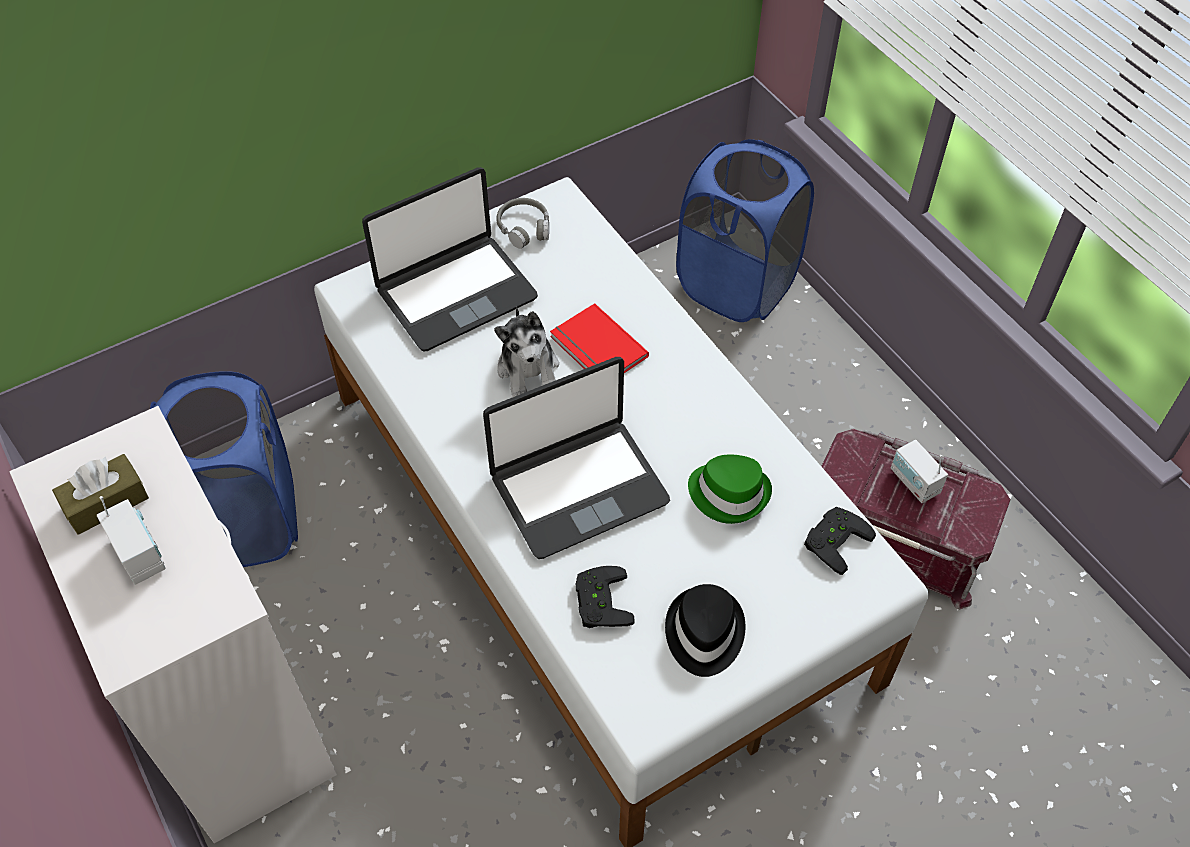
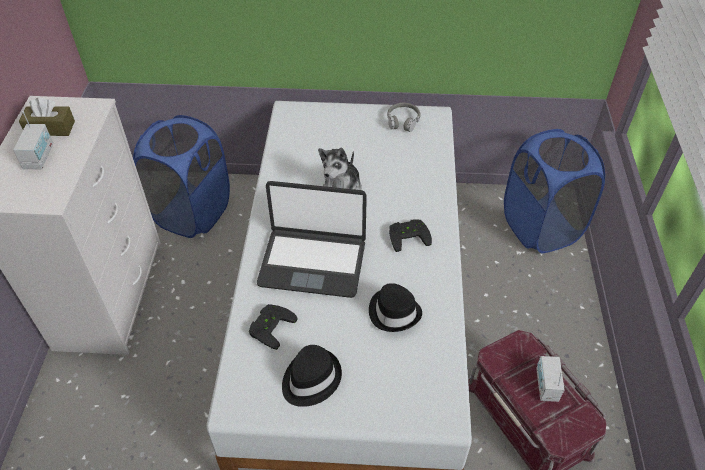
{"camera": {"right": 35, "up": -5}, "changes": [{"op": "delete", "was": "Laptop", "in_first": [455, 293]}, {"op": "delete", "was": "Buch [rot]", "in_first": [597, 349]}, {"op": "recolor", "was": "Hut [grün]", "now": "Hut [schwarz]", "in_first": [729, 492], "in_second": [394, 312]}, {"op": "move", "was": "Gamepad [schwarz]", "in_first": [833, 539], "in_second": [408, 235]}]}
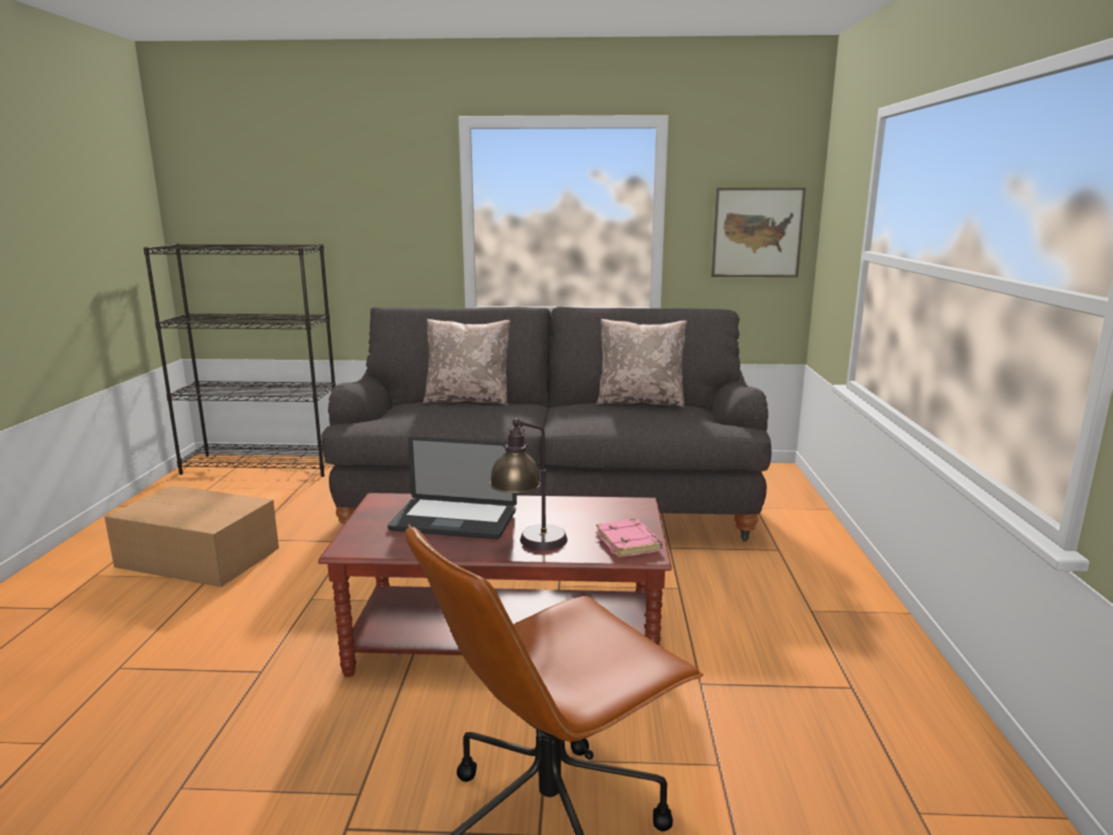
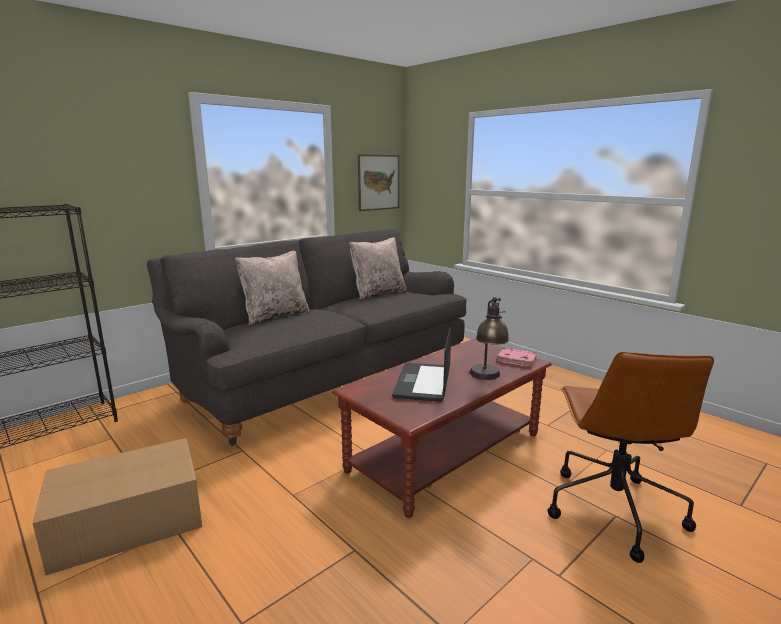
{"camera": {"right": -45, "up": 0}, "changes": [{"op": "rotate", "was": "Laptop", "in_first": [454, 521], "in_second": [423, 383], "clockwise": 135}]}
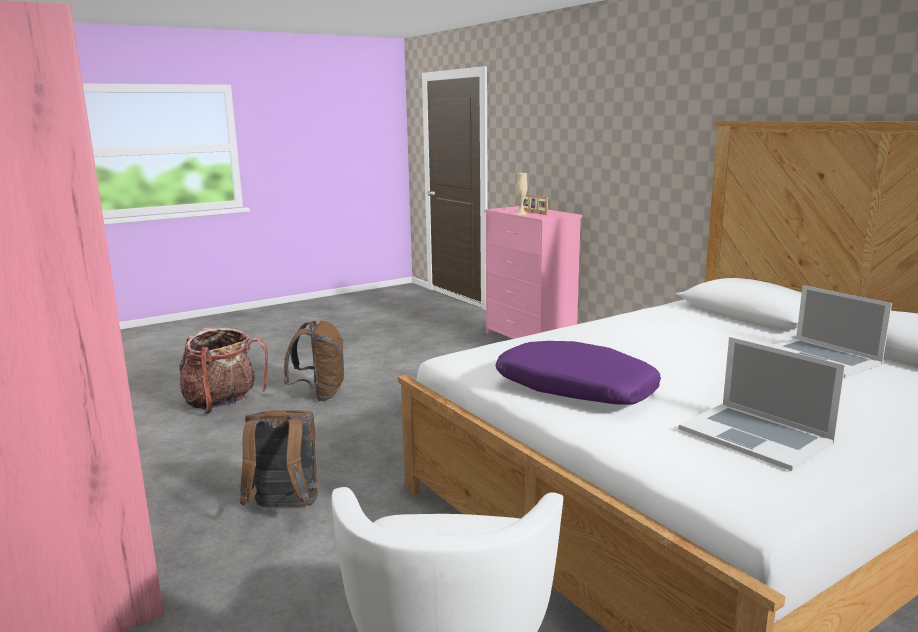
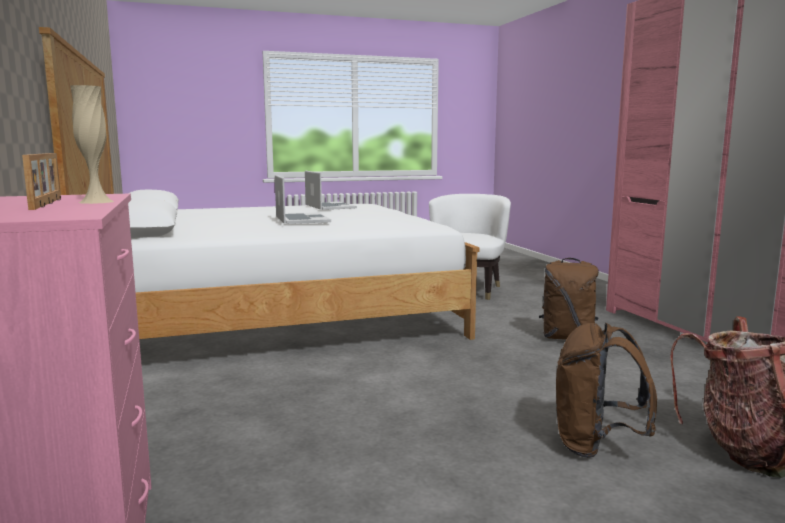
{"camera": {"right": -165, "up": -5}, "changes": [{"op": "delete", "was": "Kissen [lila]", "in_first": [574, 390]}, {"op": "move", "was": "Laptop", "in_first": [819, 358], "in_second": [301, 219]}]}
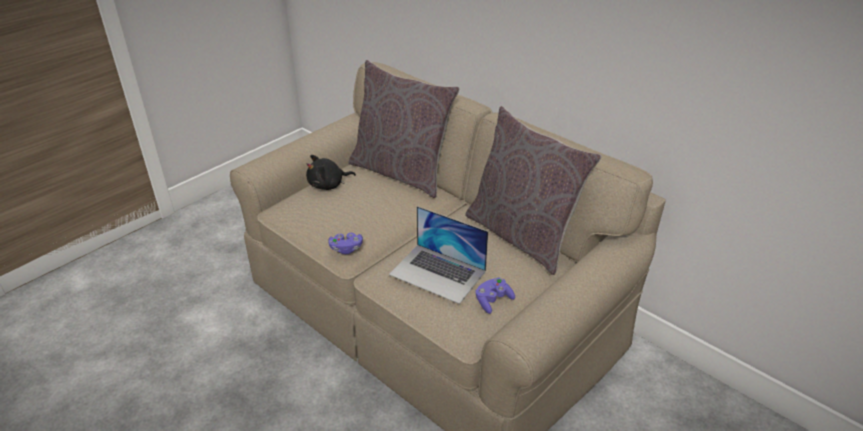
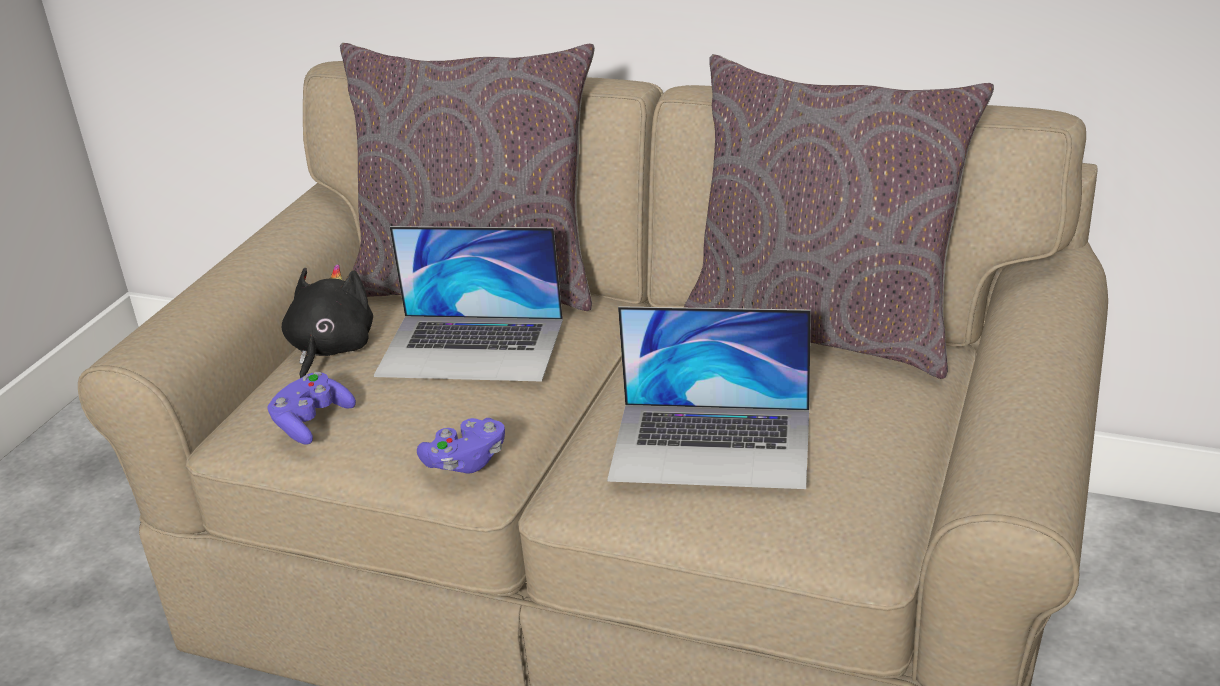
{"camera": {"right": -20, "up": -5}, "changes": [{"op": "rotate", "was": "Plüschtier [schwarz]", "in_first": [328, 185], "in_second": [330, 350], "clockwise": 150}, {"op": "move", "was": "Gamepad [lila]", "in_first": [493, 301], "in_second": [312, 422]}, {"op": "insert", "now": "Laptop", "in_second": [471, 347]}]}
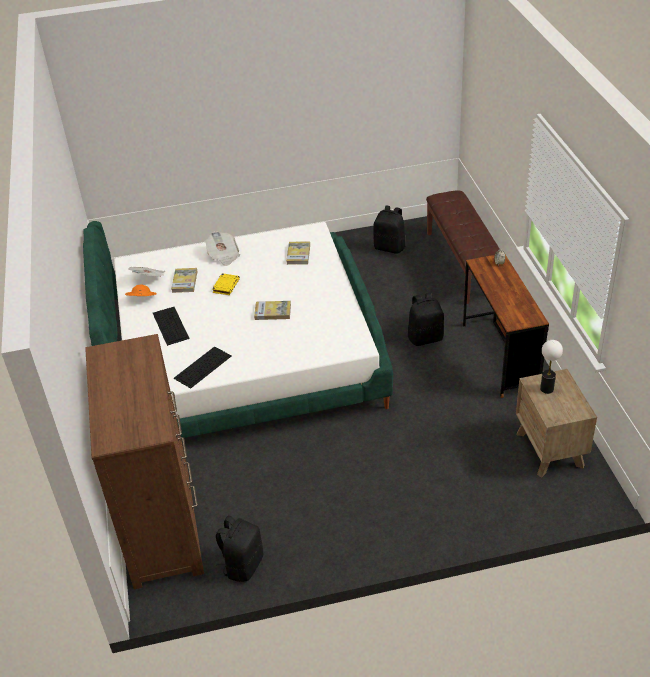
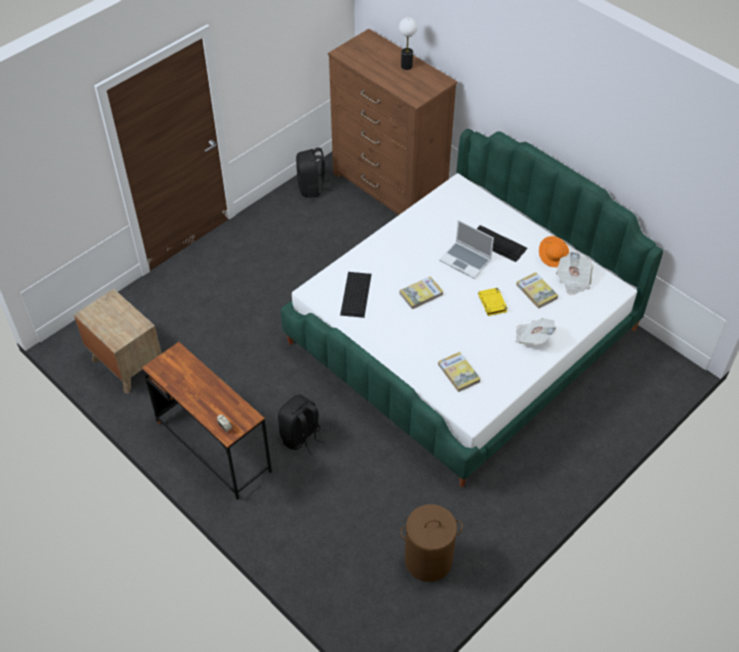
{"camera": {"right": 145, "up": 10}, "changes": [{"op": "move", "was": "Tastatur", "in_first": [202, 367], "in_second": [355, 294]}, {"op": "replace", "was": "Rucksack [schwarz]", "now": "Wäschekorb [braun]", "in_first": [390, 247], "in_second": [428, 560]}, {"op": "delete", "was": "Bank [braun]", "in_first": [463, 264]}, {"op": "move", "was": "Tischlampe", "in_first": [546, 389], "in_second": [406, 66]}, {"op": "insert", "now": "Laptop", "in_second": [466, 261]}]}
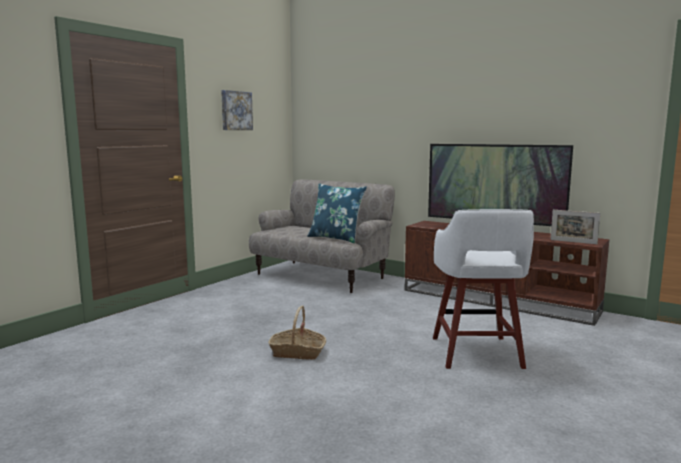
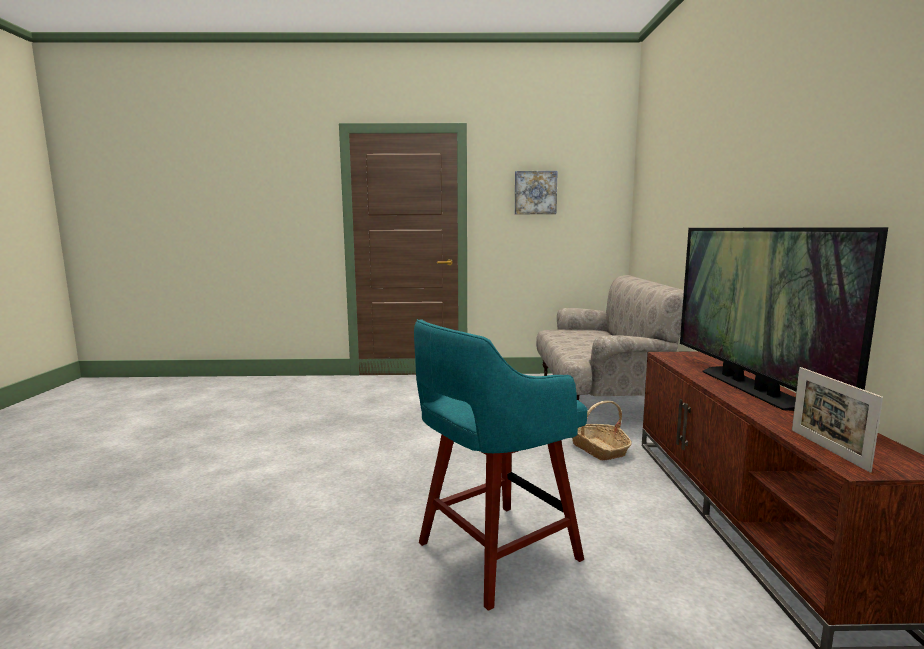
{"camera": {"right": 55, "up": 0}, "changes": [{"op": "move", "was": "Korb", "in_first": [297, 352], "in_second": [599, 449]}, {"op": "delete", "was": "Kissen [blau]", "in_first": [336, 238]}, {"op": "recolor", "was": "Hocker [weiß]", "now": "Hocker [türkis]", "in_first": [476, 354], "in_second": [494, 553]}]}
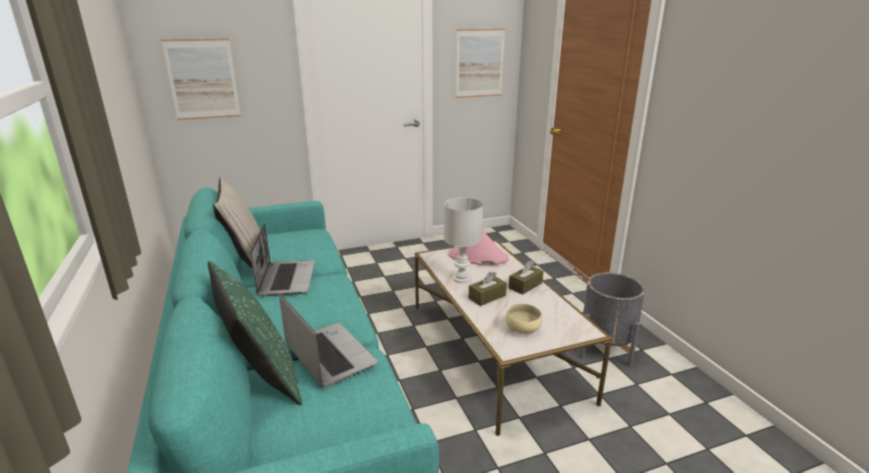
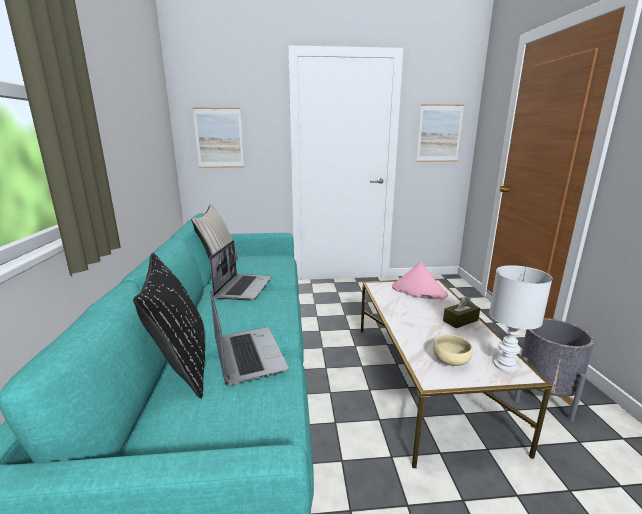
{"camera": {"right": 15, "up": -5}, "changes": [{"op": "recolor", "was": "Kissen [grün]", "now": "Kissen [schwarz]", "in_first": [261, 377], "in_second": [181, 365]}, {"op": "move", "was": "Tischlampe [weiß]", "in_first": [462, 278], "in_second": [506, 365]}, {"op": "delete", "was": "Taschentuchbox [braun]", "in_first": [487, 297]}]}
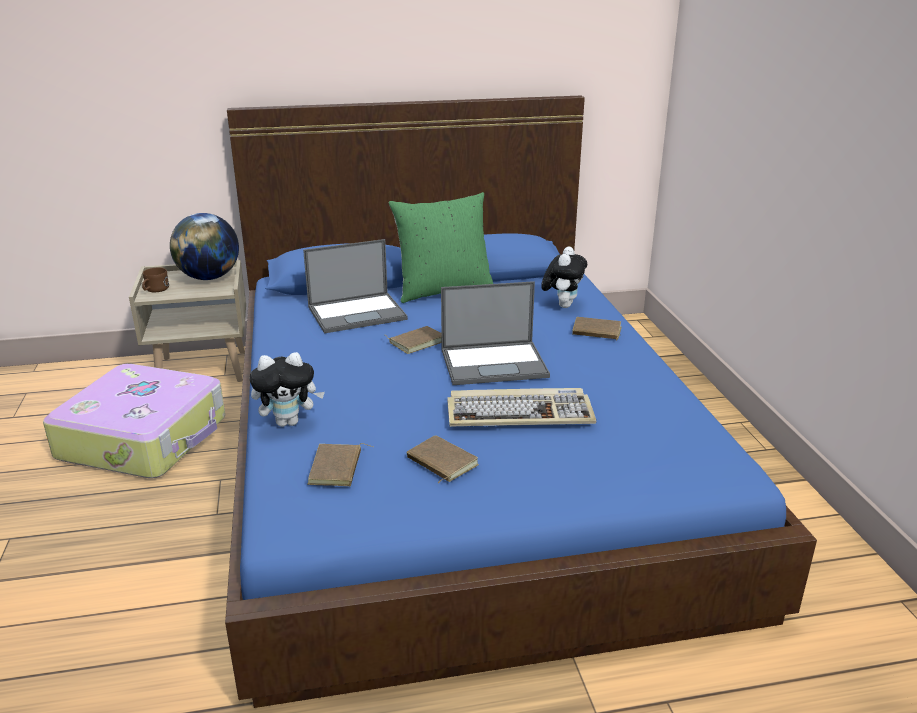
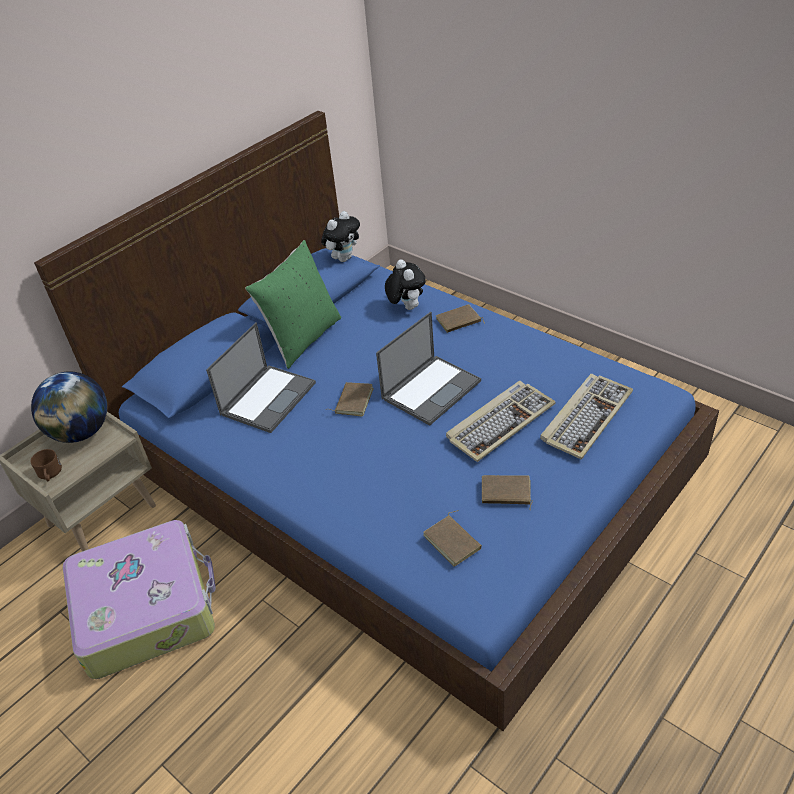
{"camera": {"right": -35, "up": 15}, "changes": [{"op": "move", "was": "Plüschtier", "in_first": [289, 422], "in_second": [344, 258]}, {"op": "insert", "now": "Tastatur", "in_second": [586, 417]}]}
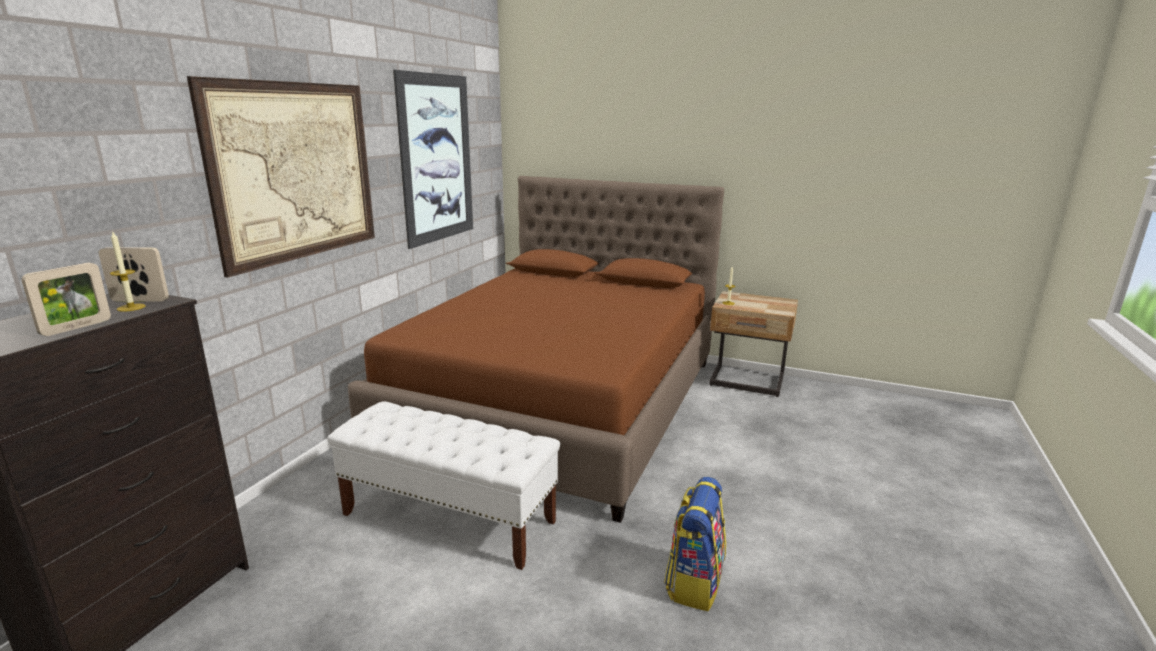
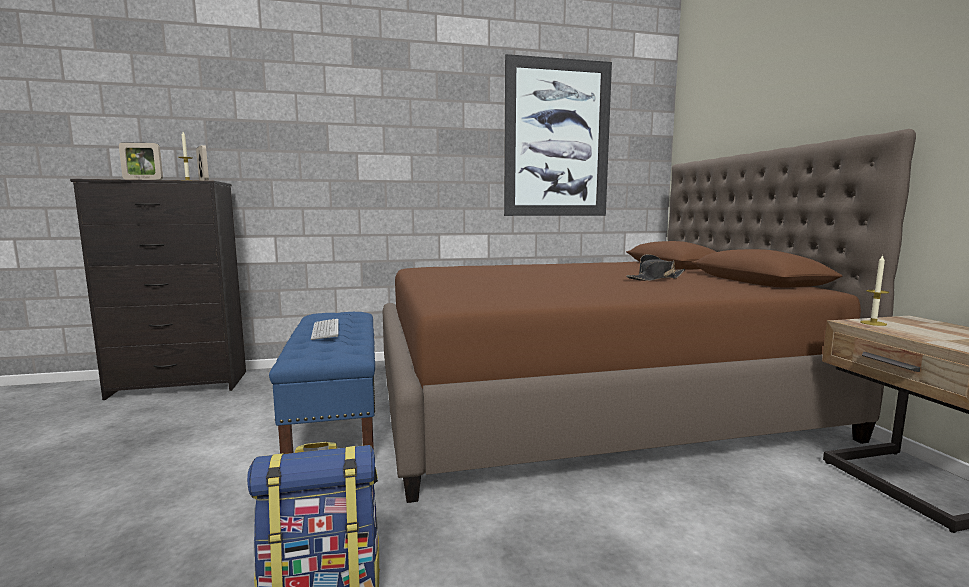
{"camera": {"right": 55, "up": -10}, "changes": [{"op": "delete", "was": "Bild", "in_first": [296, 172]}, {"op": "recolor", "was": "Bank [weiß]", "now": "Bank [blau]", "in_first": [449, 518], "in_second": [336, 422]}, {"op": "insert", "now": "Tastatur", "in_second": [325, 330]}, {"op": "insert", "now": "Hut [schwarz]", "in_second": [655, 278]}]}
